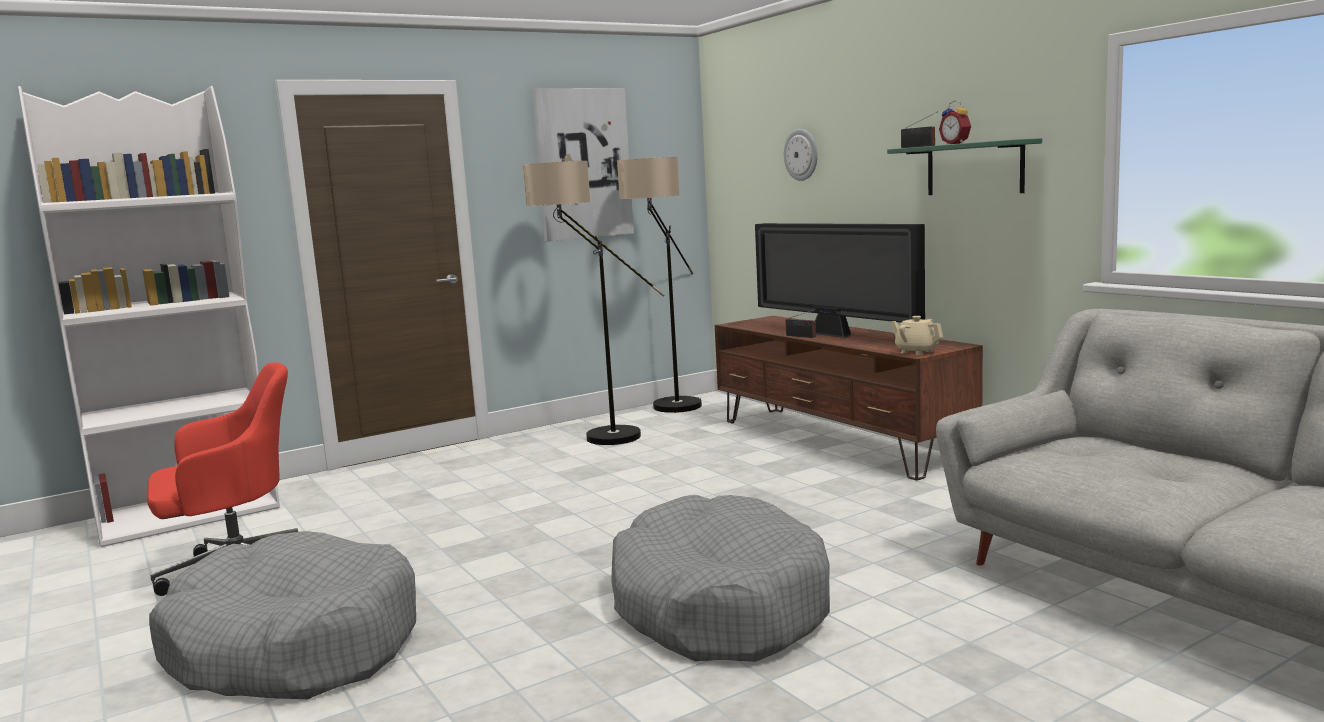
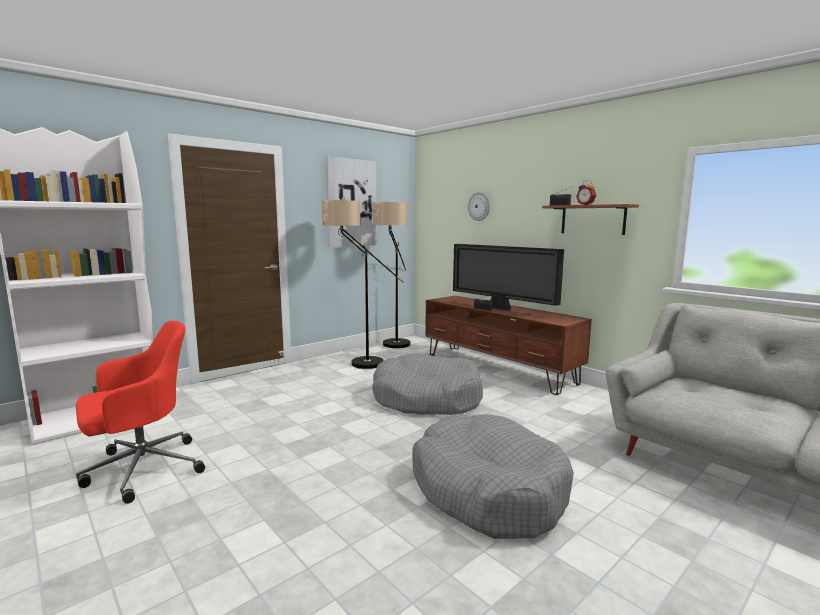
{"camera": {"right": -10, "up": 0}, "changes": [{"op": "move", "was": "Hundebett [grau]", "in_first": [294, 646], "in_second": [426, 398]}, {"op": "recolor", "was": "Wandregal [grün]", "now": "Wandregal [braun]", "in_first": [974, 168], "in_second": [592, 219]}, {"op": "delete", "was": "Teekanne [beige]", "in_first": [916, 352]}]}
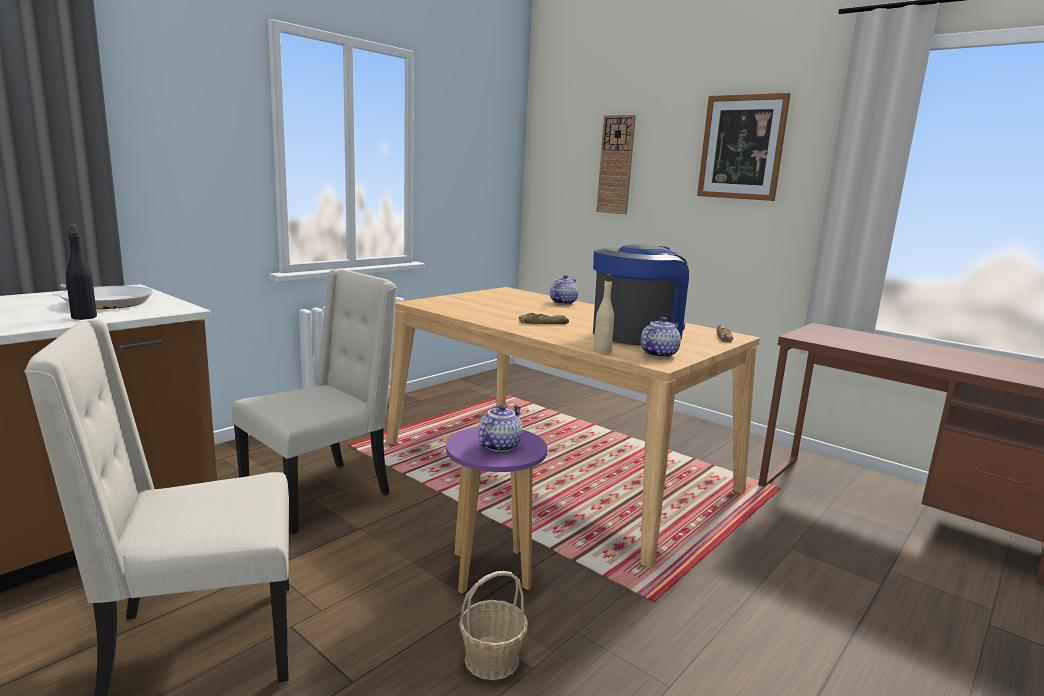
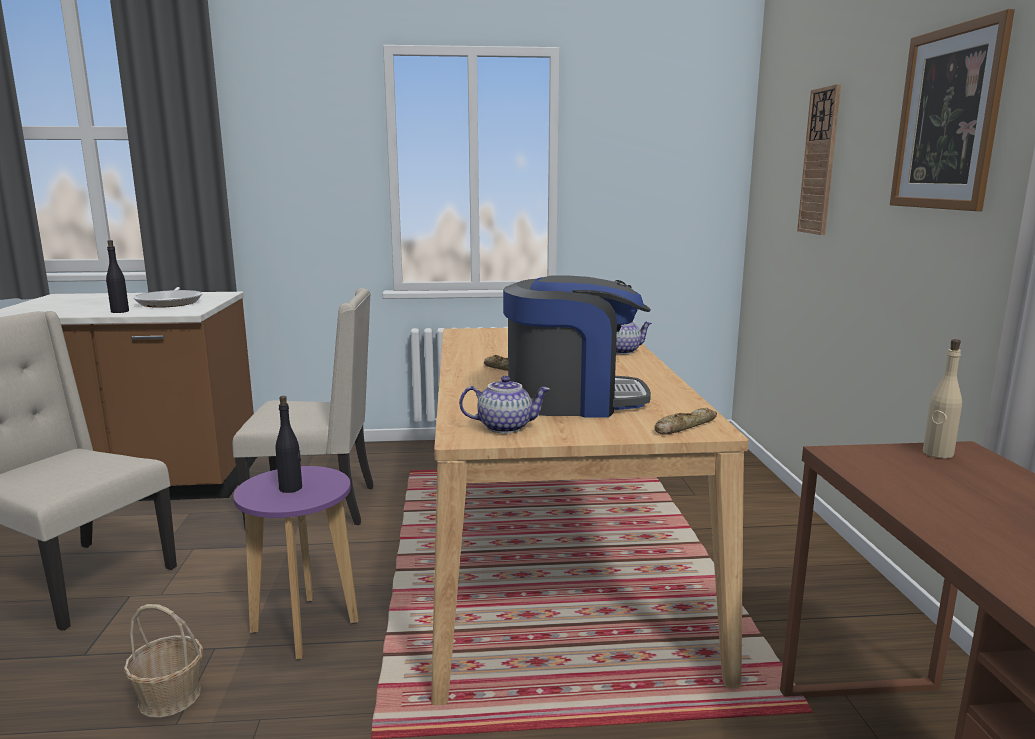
{"camera": {"right": 45, "up": 0}, "changes": [{"op": "replace", "was": "Teekanne", "now": "Flasche [schwarz]", "in_first": [498, 445], "in_second": [291, 488]}, {"op": "move", "was": "Flasche [beige]", "in_first": [602, 351], "in_second": [937, 454]}]}
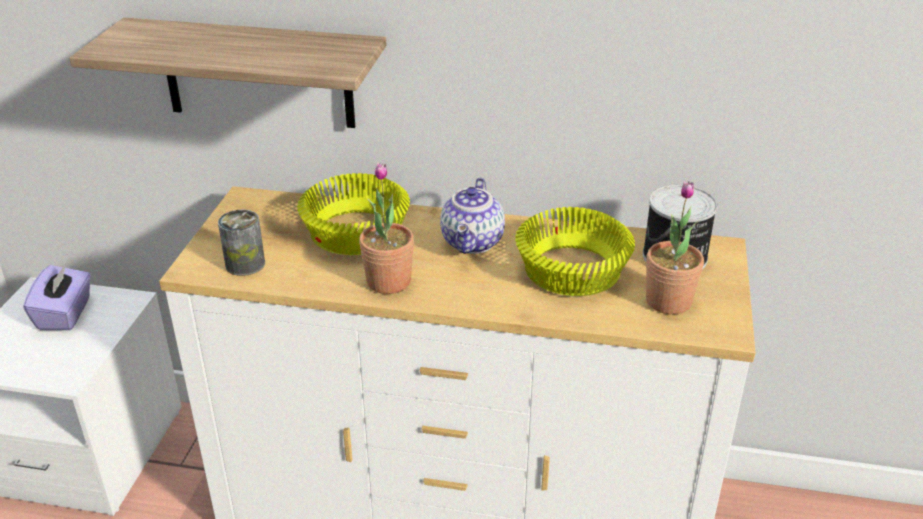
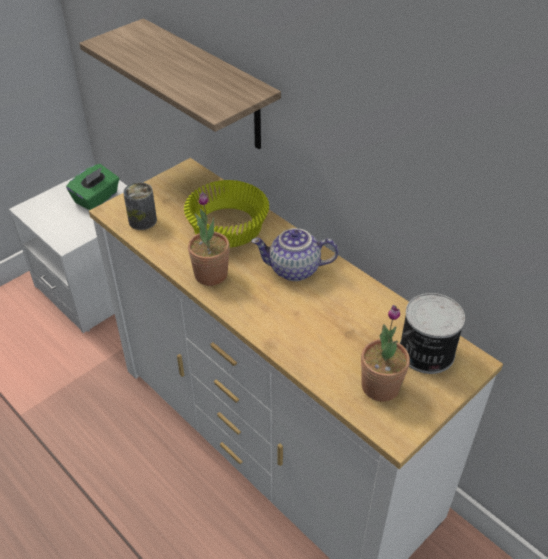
{"camera": {"right": 35, "up": 10}, "changes": [{"op": "recolor", "was": "Taschentuchbox [lila]", "now": "Taschentuchbox [grün]", "in_first": [65, 314], "in_second": [96, 198]}, {"op": "rotate", "was": "Teekanne", "in_first": [473, 243], "in_second": [294, 270], "clockwise": 45}, {"op": "delete", "was": "Schüssel [gelb]", "in_first": [572, 269]}]}
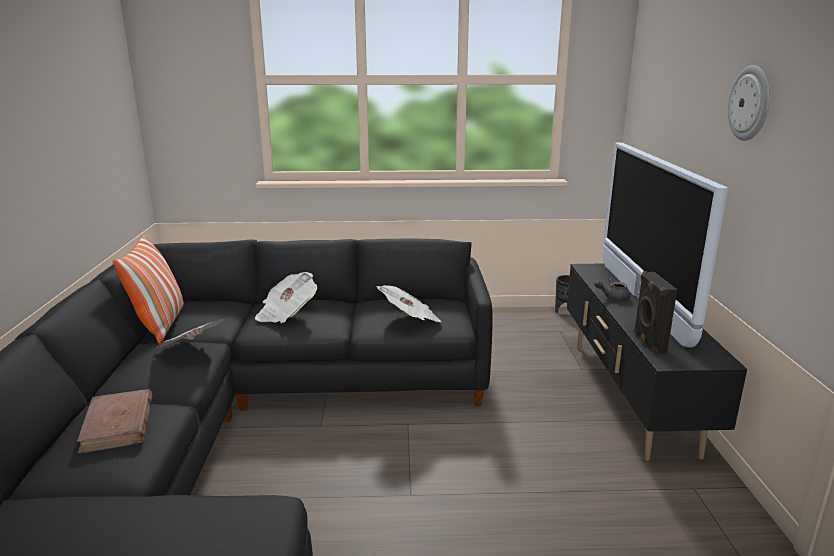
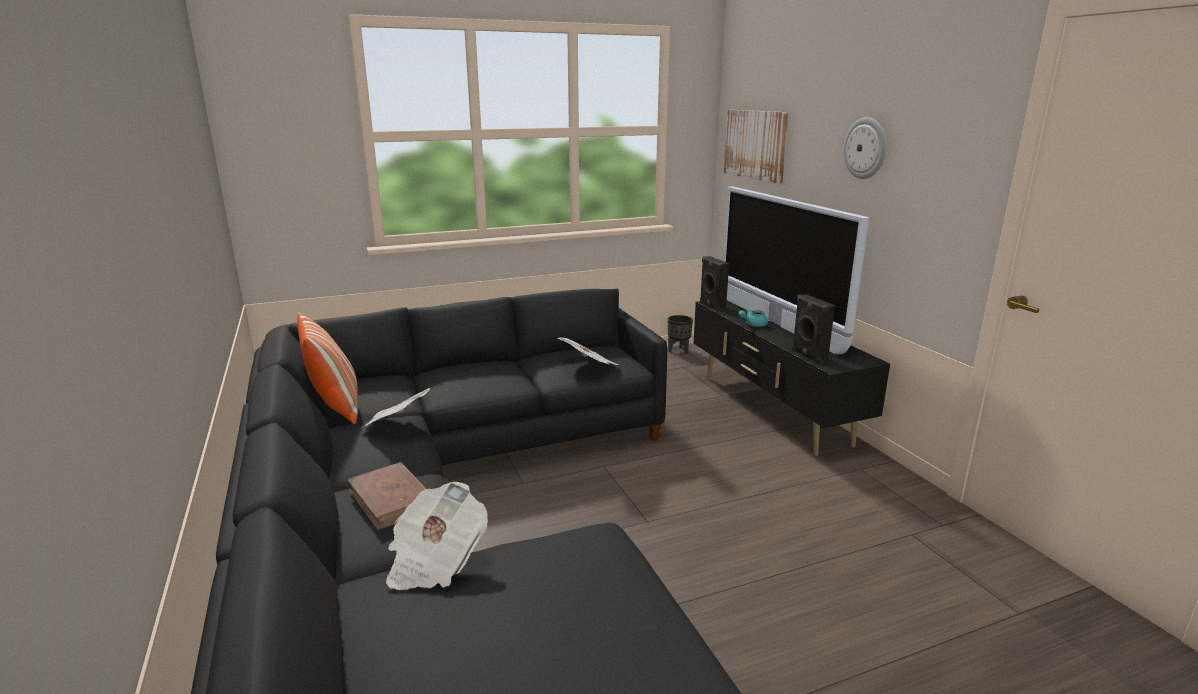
{"camera": {"right": -20, "up": 0}, "changes": [{"op": "move", "was": "Zeitung", "in_first": [286, 313], "in_second": [435, 560]}, {"op": "recolor", "was": "Teekanne [grau]", "now": "Teekanne [türkis]", "in_first": [612, 297], "in_second": [753, 324]}, {"op": "insert", "now": "Lautsprecher [schwarz]", "in_second": [711, 306]}, {"op": "insert", "now": "Bild", "in_second": [756, 144]}]}
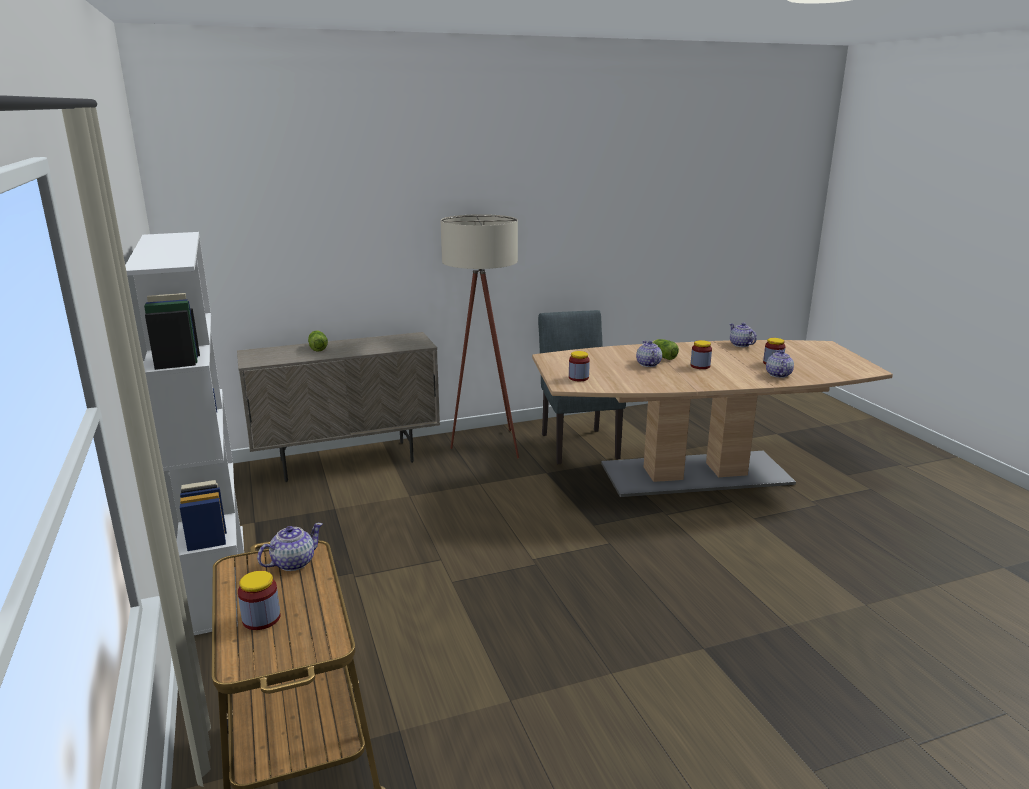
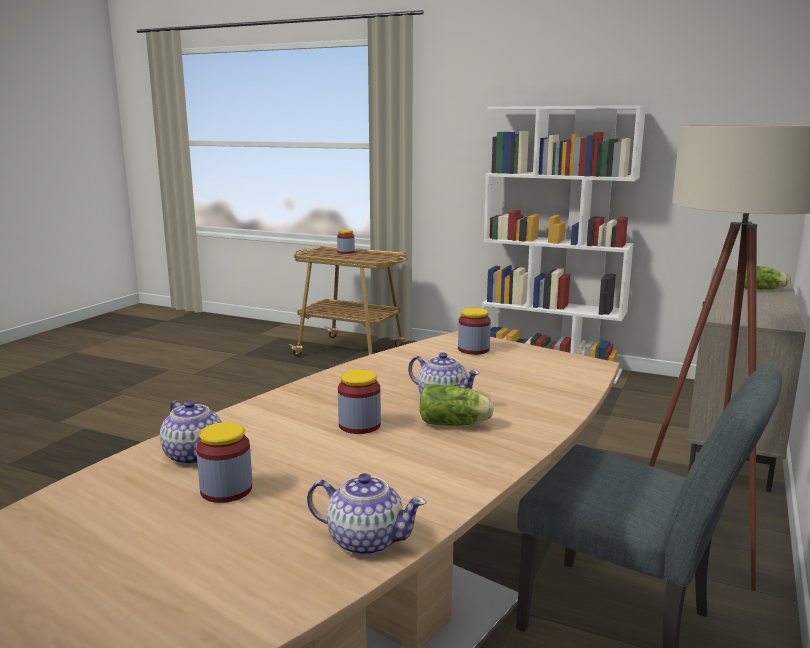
{"camera": {"right": 135, "up": -5}, "changes": [{"op": "delete", "was": "Teekanne", "in_first": [292, 563]}]}
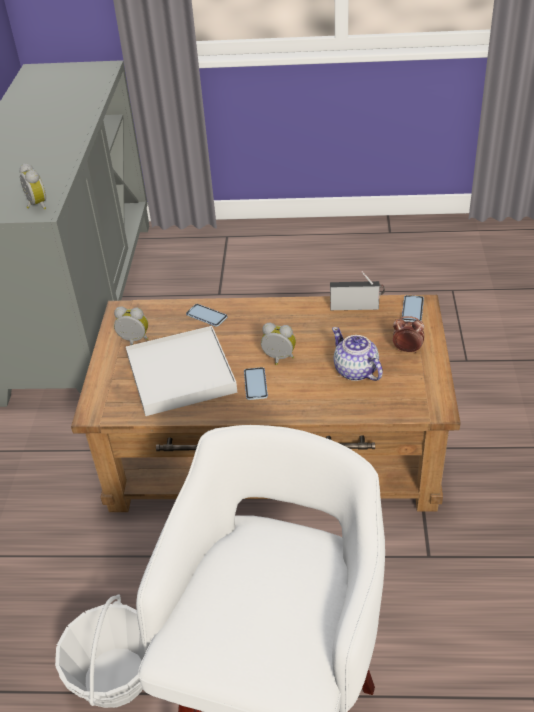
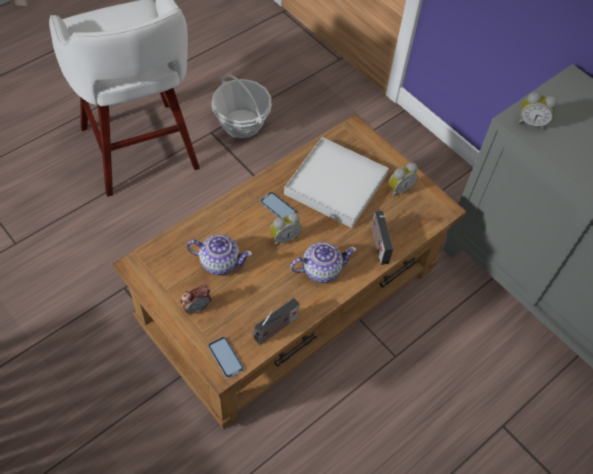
{"camera": {"right": 130, "up": 15}, "changes": [{"op": "replace", "was": "Handy", "now": "Radio", "in_first": [206, 316], "in_second": [378, 243]}, {"op": "insert", "now": "Teekanne", "in_second": [320, 270]}]}
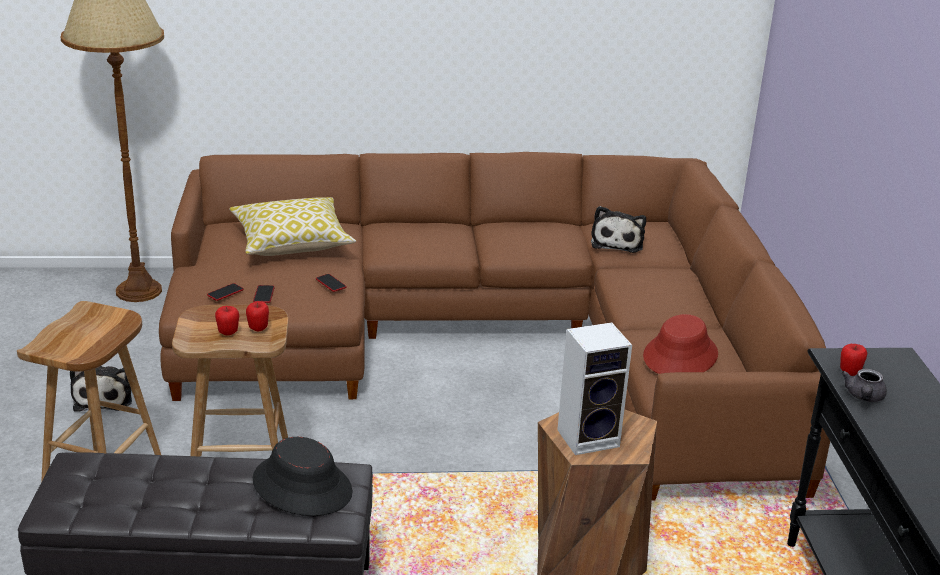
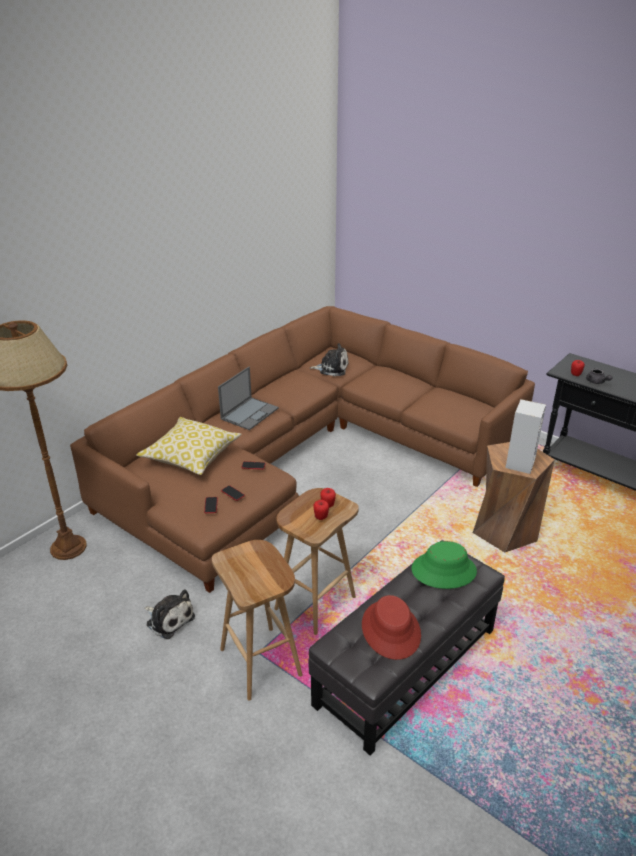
{"camera": {"right": -45, "up": 5}, "changes": [{"op": "recolor", "was": "Hut [schwarz]", "now": "Hut [grün]", "in_first": [302, 486], "in_second": [443, 570]}, {"op": "rotate", "was": "Plüschtier", "in_first": [617, 242], "in_second": [332, 368], "clockwise": -45}, {"op": "move", "was": "Hut [rot]", "in_first": [680, 356], "in_second": [391, 630]}, {"op": "insert", "now": "Laptop", "in_second": [250, 413]}]}
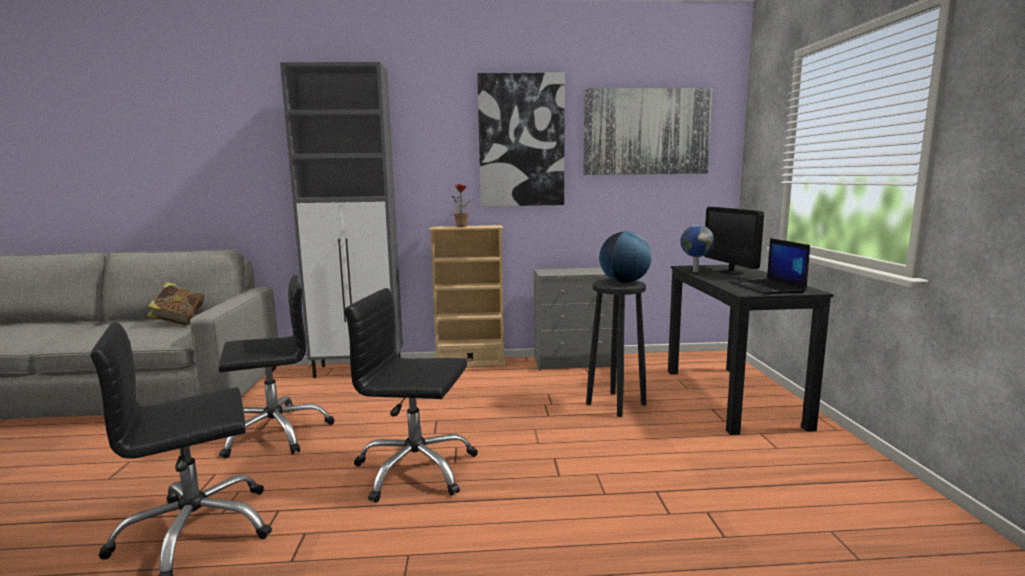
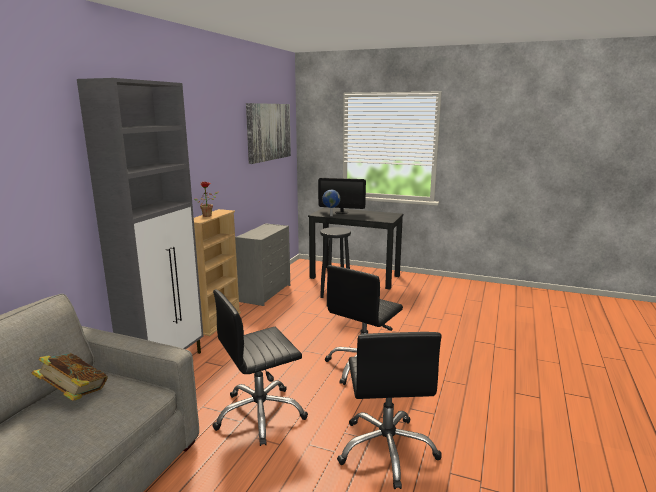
{"camera": {"right": -65, "up": 5}, "changes": [{"op": "rotate", "was": "Bürostuhl [schwarz]", "in_first": [275, 433], "in_second": [260, 415], "clockwise": -120}, {"op": "delete", "was": "Bild", "in_first": [521, 141]}, {"op": "delete", "was": "Globus", "in_first": [624, 282]}, {"op": "delete", "was": "Laptop", "in_first": [767, 287]}]}
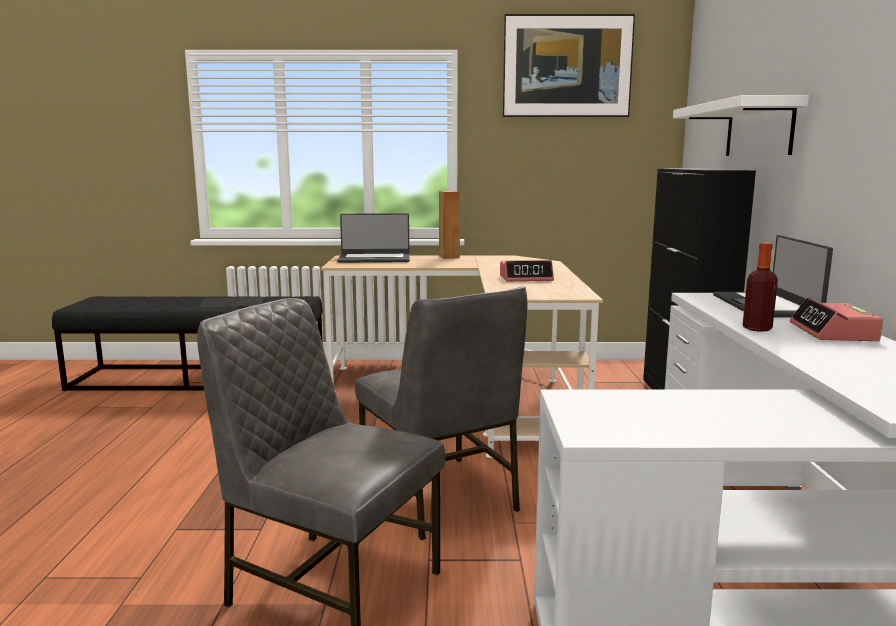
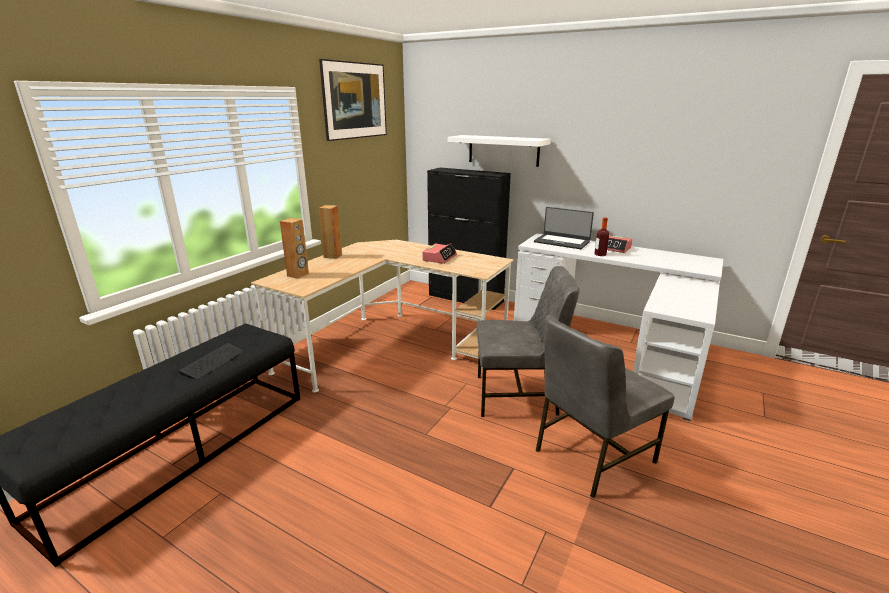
{"camera": {"right": -60, "up": 10}, "changes": [{"op": "replace", "was": "Laptop", "now": "Lautsprecher [braun]", "in_first": [374, 259], "in_second": [298, 275]}]}
